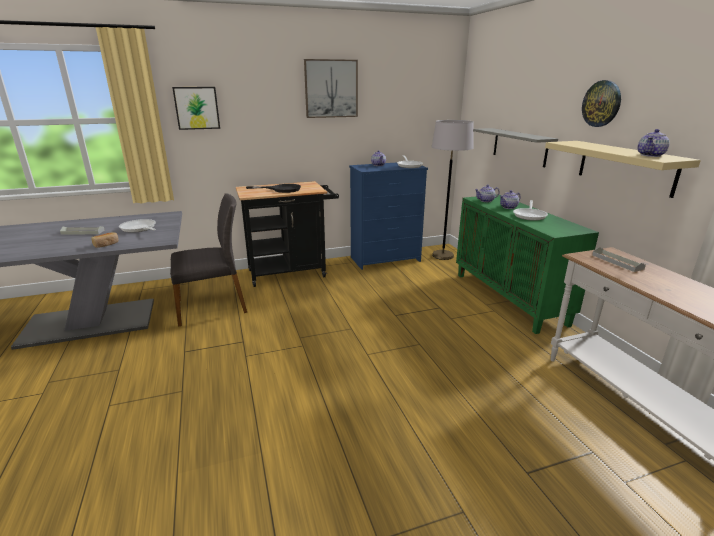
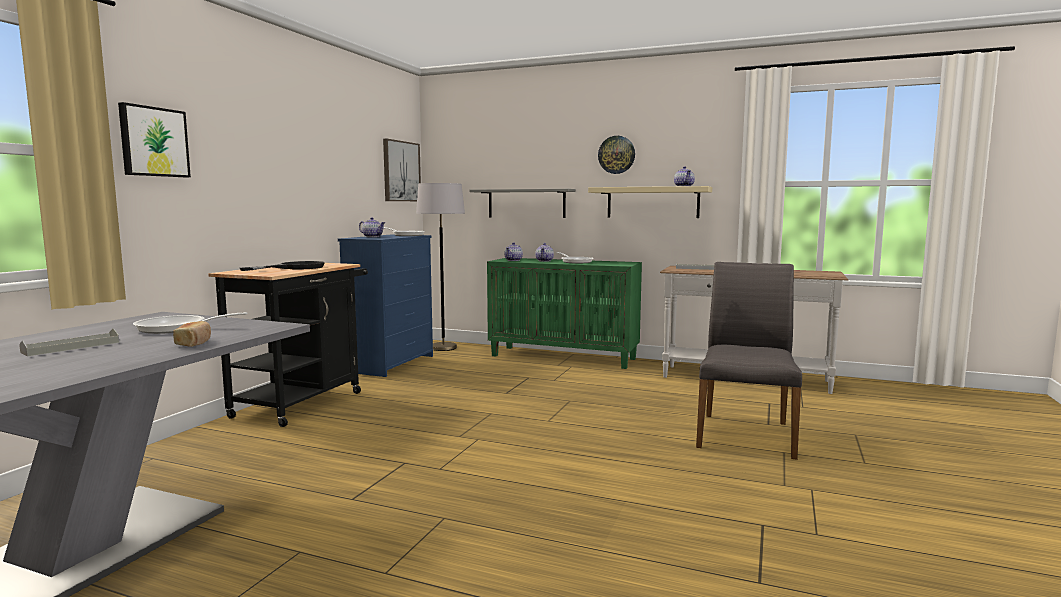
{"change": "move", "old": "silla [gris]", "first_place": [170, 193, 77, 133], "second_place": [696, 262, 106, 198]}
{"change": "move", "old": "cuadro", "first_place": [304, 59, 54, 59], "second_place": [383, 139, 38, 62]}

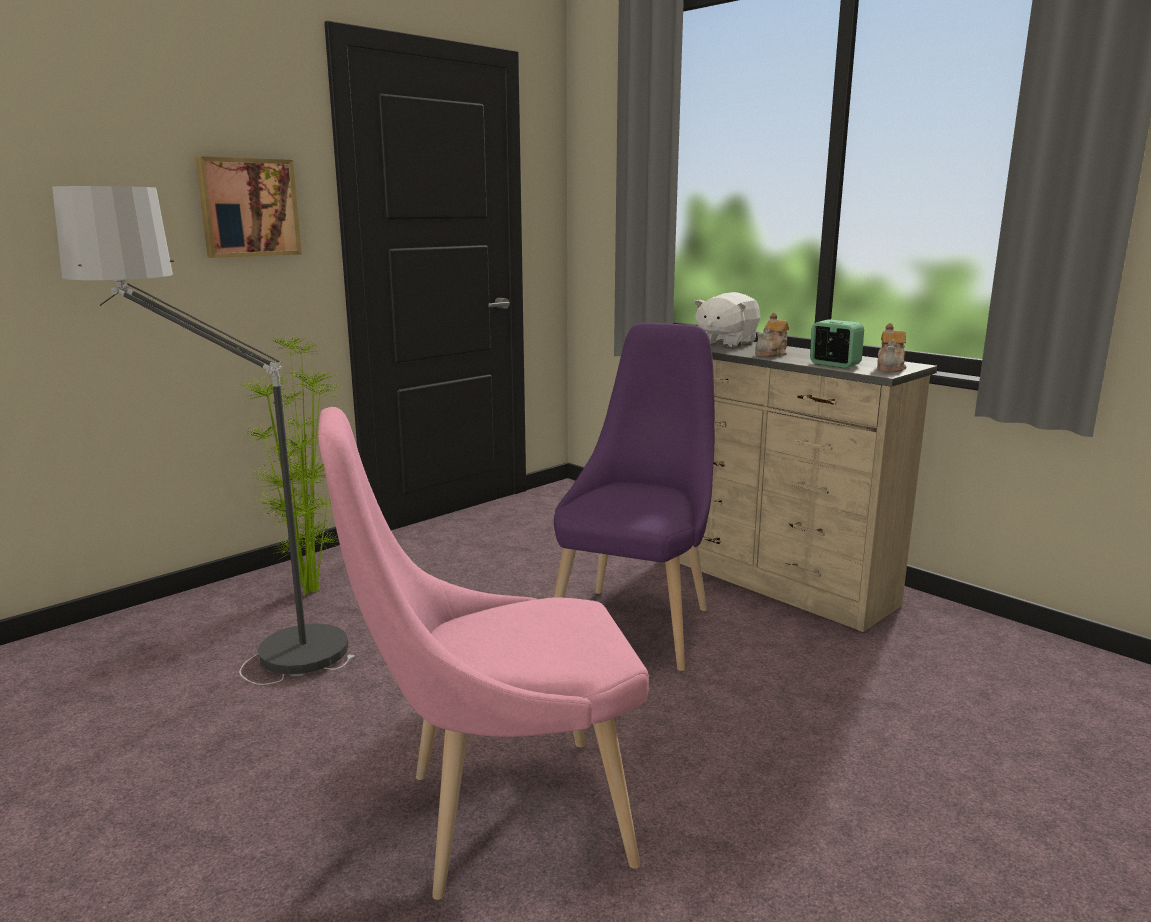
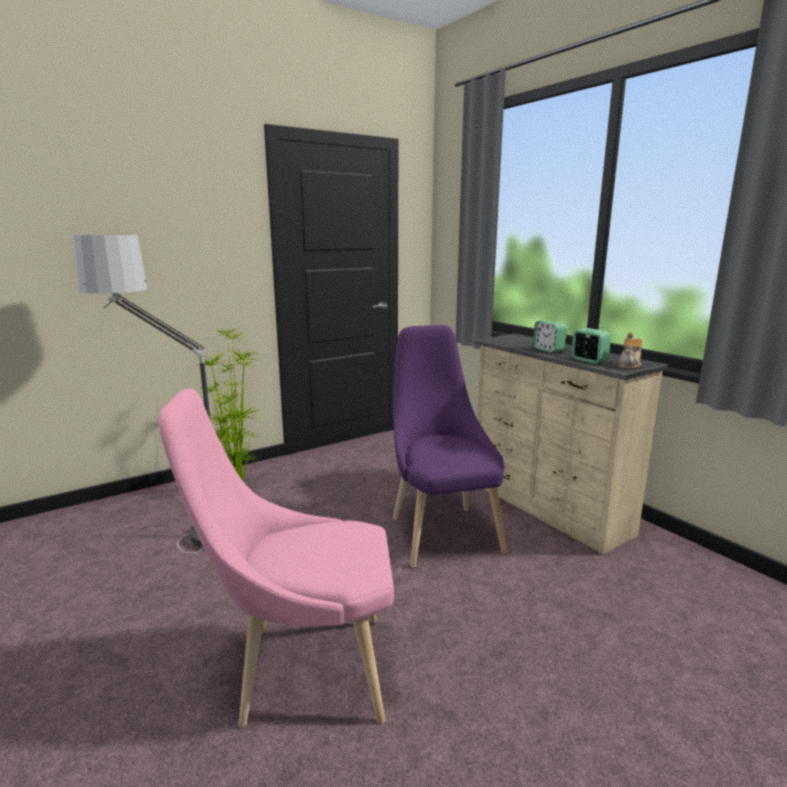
{"change": "delete", "old": "cuadro", "first_place": [195, 156, 107, 102]}
{"change": "delete", "old": "peluche [blanco]", "first_place": [694, 292, 66, 55]}
{"change": "replace", "old": "tetera", "new": "despertador", "first_place": [755, 313, 34, 44], "second_place": [533, 320, 34, 33]}
{"change": "rotate", "old": "silla [morado]", "first_place": [554, 323, 161, 348], "second_place": [393, 325, 114, 243], "degrees": -45}

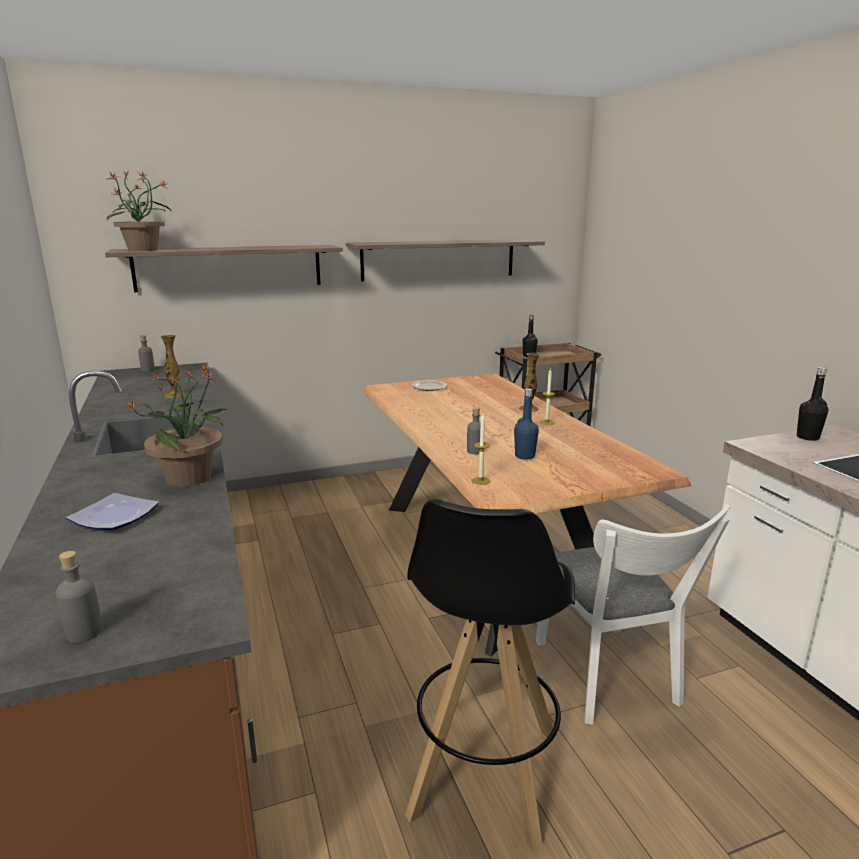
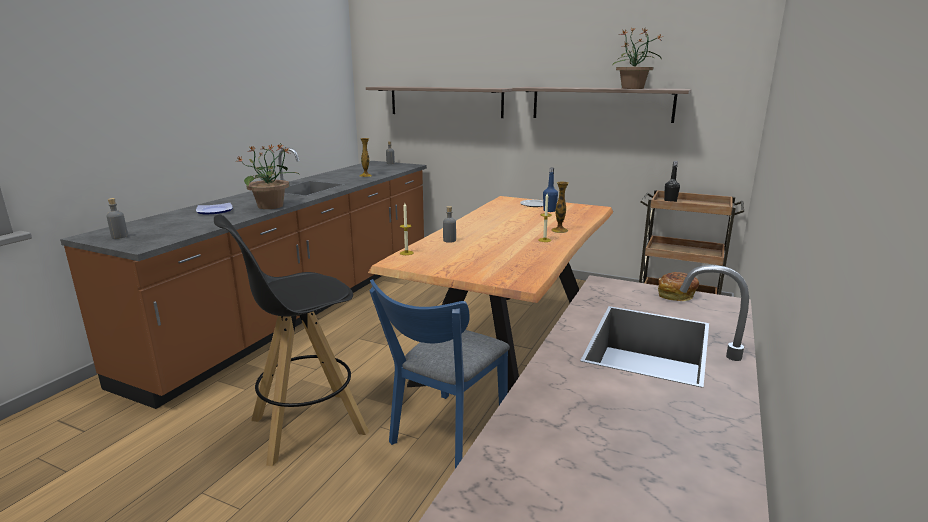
{"change": "move", "old": "planta en maceta", "first_place": [107, 170, 65, 81], "second_place": [612, 27, 50, 62]}
{"change": "move", "old": "botella [azul]", "first_place": [514, 388, 25, 72], "second_place": [543, 168, 15, 44]}
{"change": "replace", "old": "botella [negro]", "new": "pan", "first_place": [797, 367, 31, 74], "second_place": [658, 272, 41, 29]}
{"change": "recolor", "old": "silla [blanco]", "new": "silla [azul]", "first_place": [536, 504, 194, 221], "second_place": [369, 279, 141, 190]}

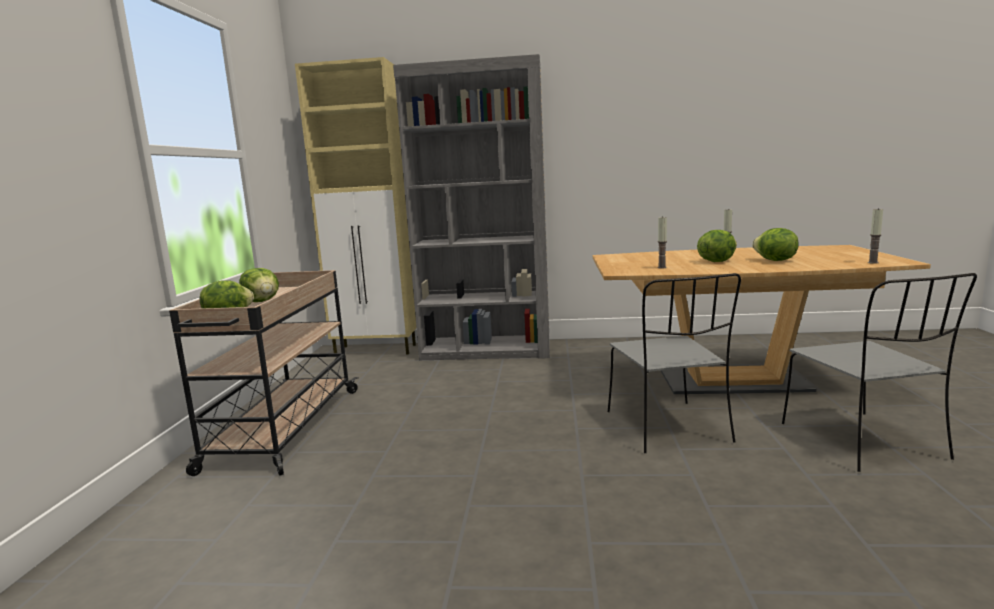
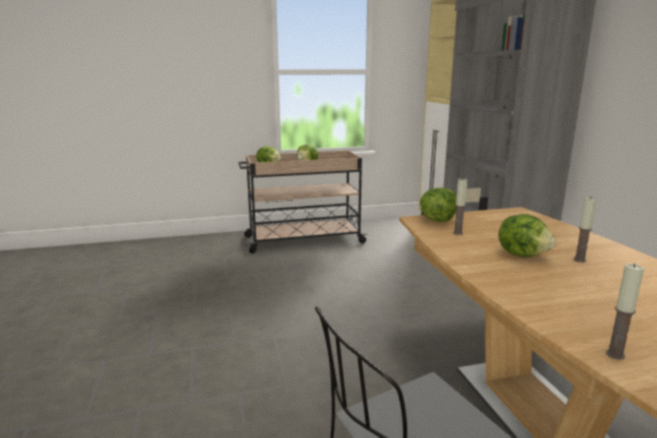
{"change": "delete", "old": "silla [gris]", "first_place": [608, 273, 133, 180]}
{"change": "move", "old": "lechuga", "first_place": [752, 228, 47, 33], "second_place": [420, 188, 37, 34]}

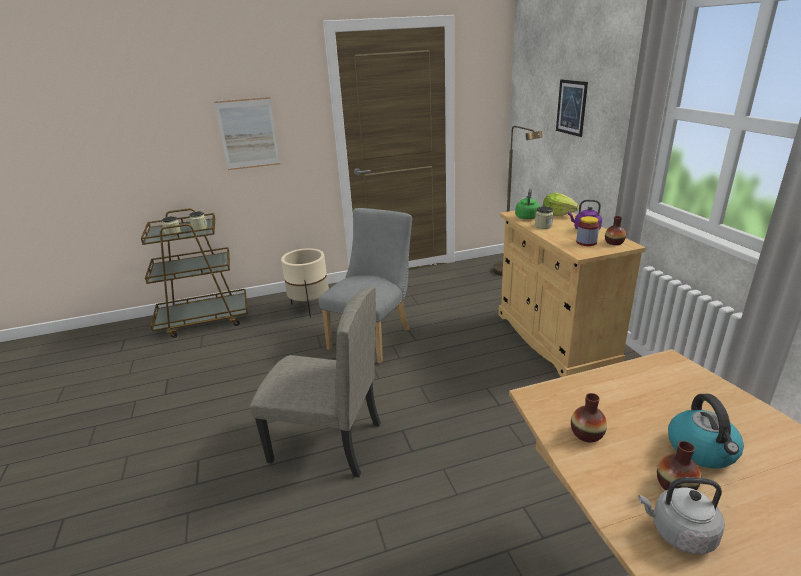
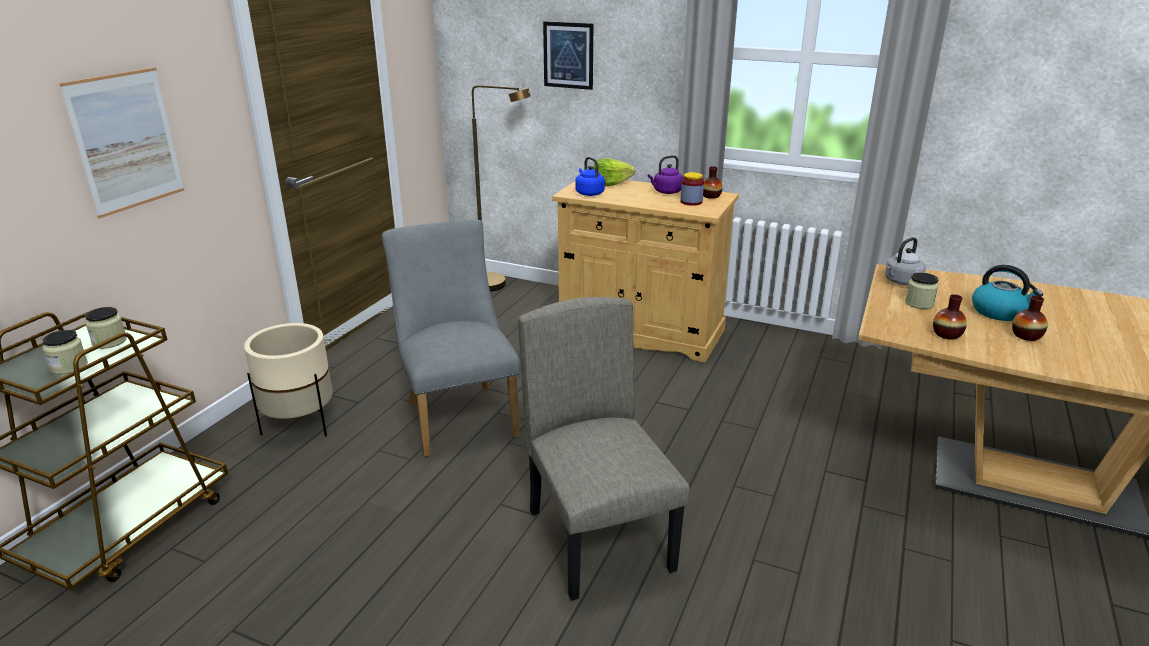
{"change": "move", "old": "tarro", "first_place": [535, 206, 19, 23], "second_place": [905, 273, 34, 36]}
{"change": "move", "old": "hervidor [gris]", "first_place": [638, 477, 87, 78], "second_place": [885, 237, 41, 48]}
{"change": "recolor", "old": "hervidor [verde]", "new": "hervidor [azul]", "first_place": [515, 188, 25, 31], "second_place": [575, 157, 30, 39]}
{"change": "rotate", "old": "silla [beis]", "first_place": [250, 286, 131, 191], "second_place": [518, 297, 172, 304], "degrees": -75}

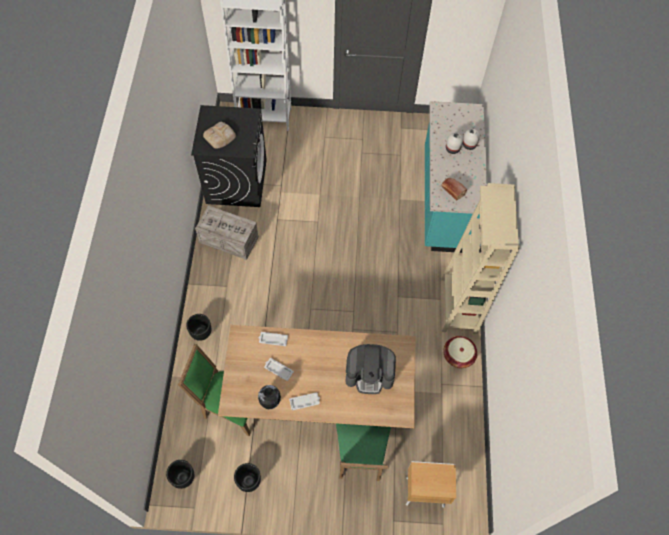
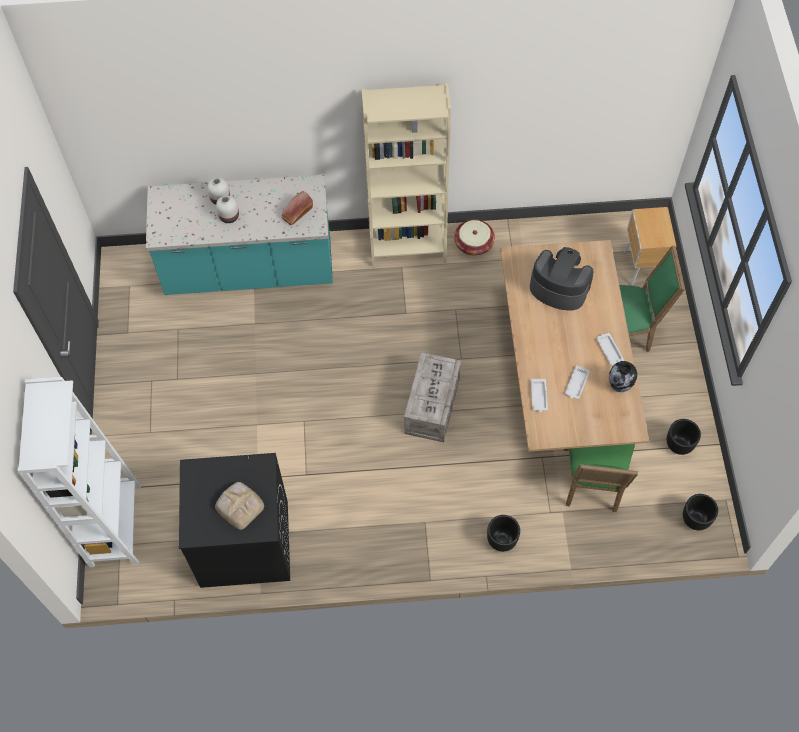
{"change": "move", "old": "caja de embalaje", "first_place": [195, 205, 64, 55], "second_place": [404, 352, 57, 90]}
{"change": "rotate", "old": "cafetera", "first_place": [345, 344, 51, 50], "second_place": [530, 247, 64, 64], "degrees": -60}

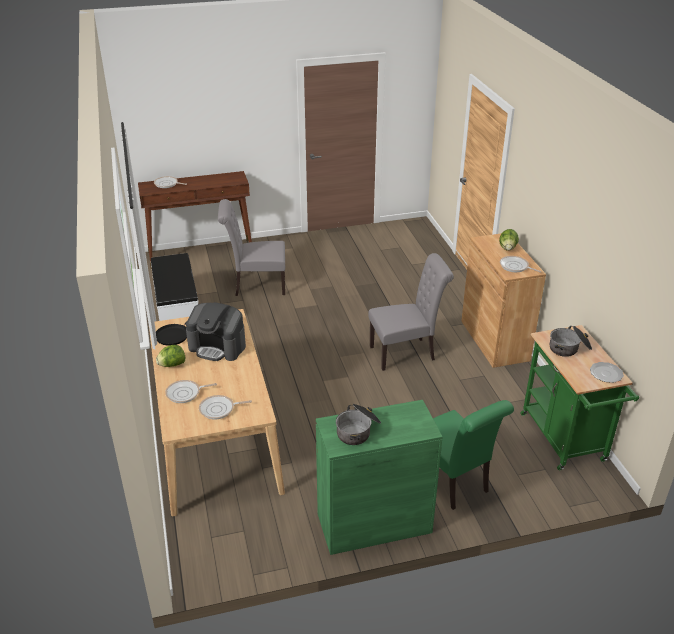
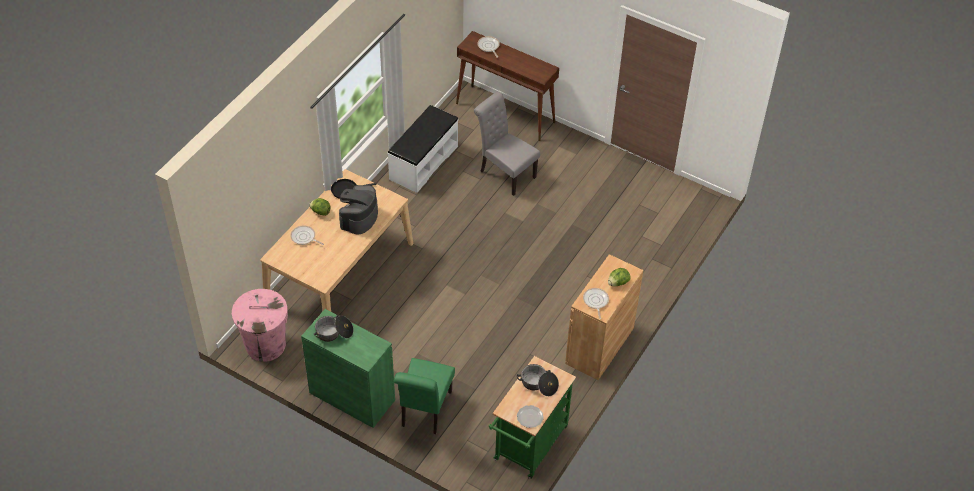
{"change": "delete", "old": "sartén", "first_place": [199, 395, 53, 25]}
{"change": "delete", "old": "silla [gris]", "first_place": [368, 253, 86, 118]}
{"change": "insert", "new": "papelera [rosa]", "second_place": [232, 289, 56, 73]}
{"change": "rotate", "old": "cafetera", "first_place": [186, 302, 60, 59], "second_place": [339, 185, 39, 49], "degrees": 45}

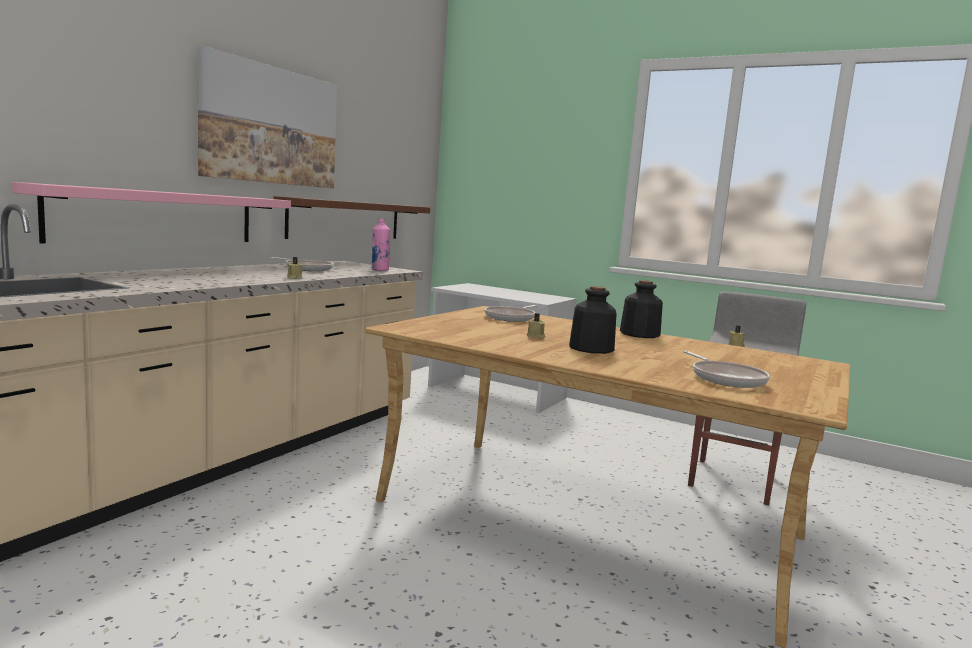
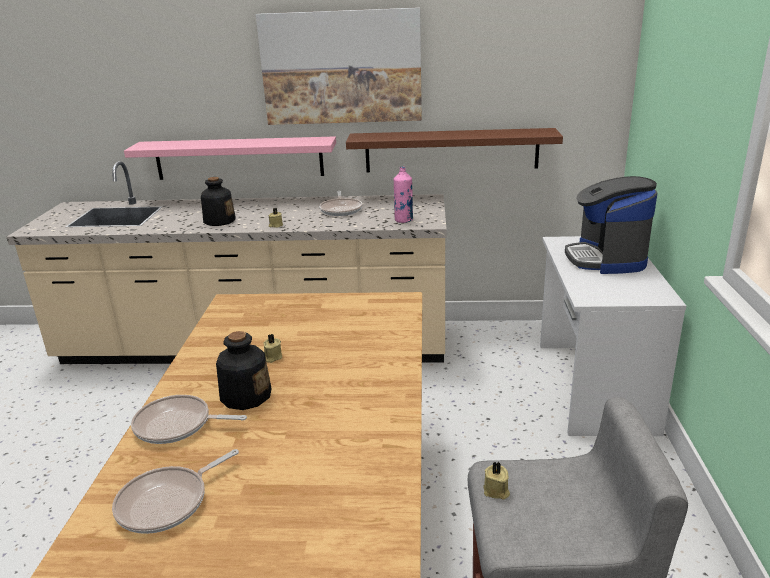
{"change": "insert", "new": "cafetera", "second_place": [565, 176, 92, 98]}
{"change": "move", "old": "sartén", "first_place": [484, 305, 53, 17], "second_place": [131, 395, 116, 49]}
{"change": "move", "old": "botella", "first_place": [620, 280, 43, 58], "second_place": [201, 177, 35, 49]}

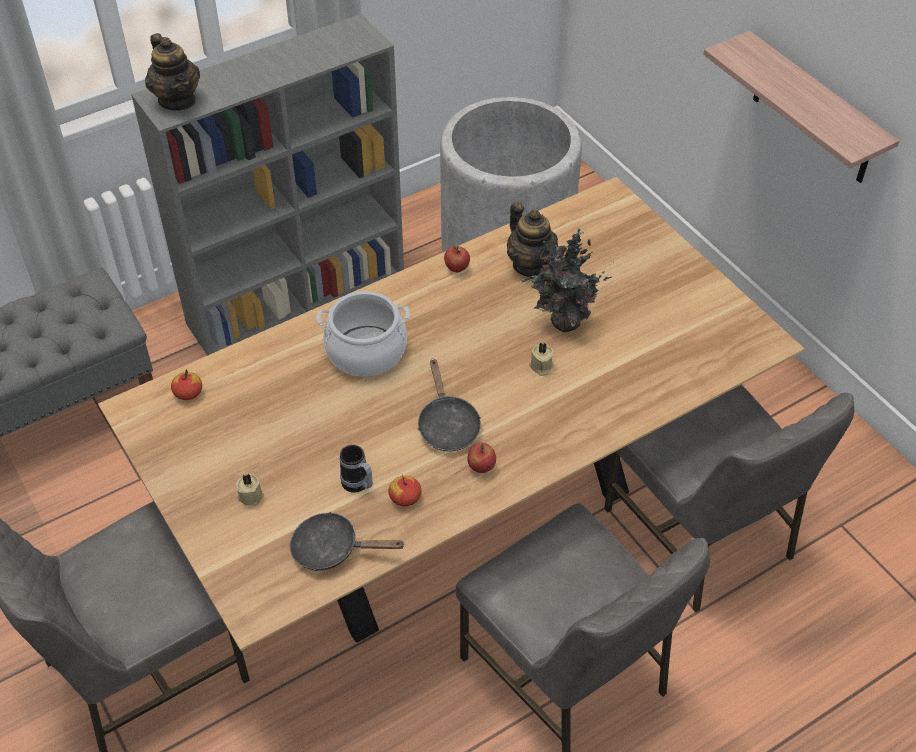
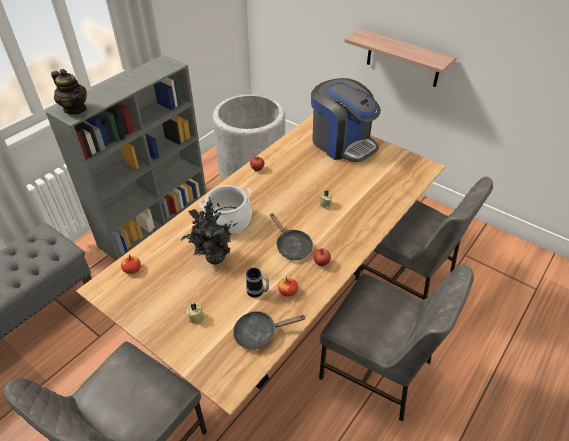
{"change": "delete", "old": "tetera", "first_place": [507, 202, 51, 74]}
{"change": "insert", "new": "cafetera", "second_place": [311, 78, 70, 84]}
{"change": "move", "old": "planta en maceta", "first_place": [521, 228, 93, 104], "second_place": [181, 197, 57, 68]}

